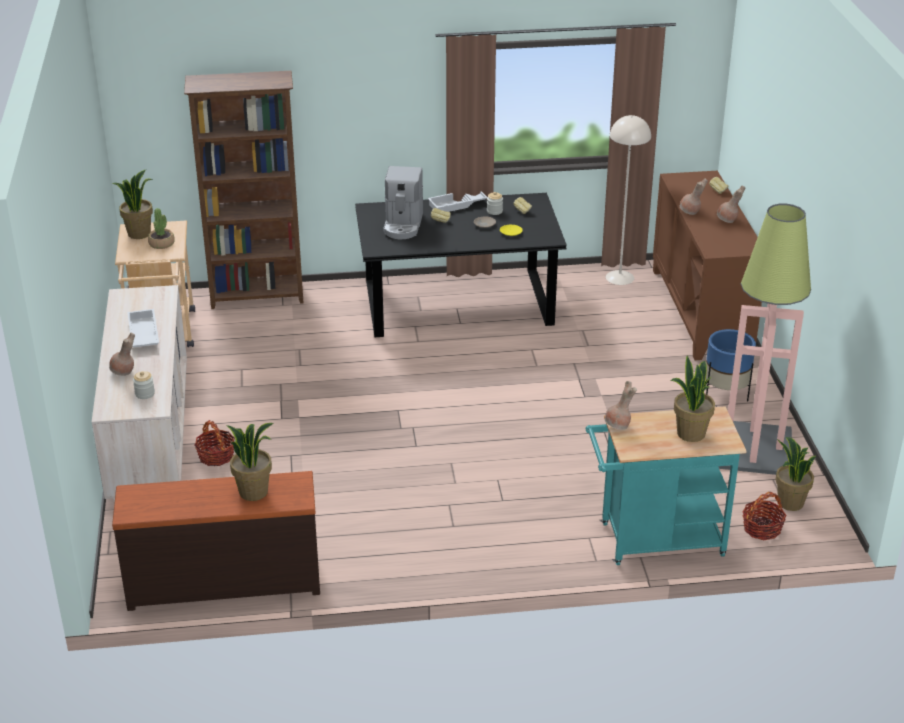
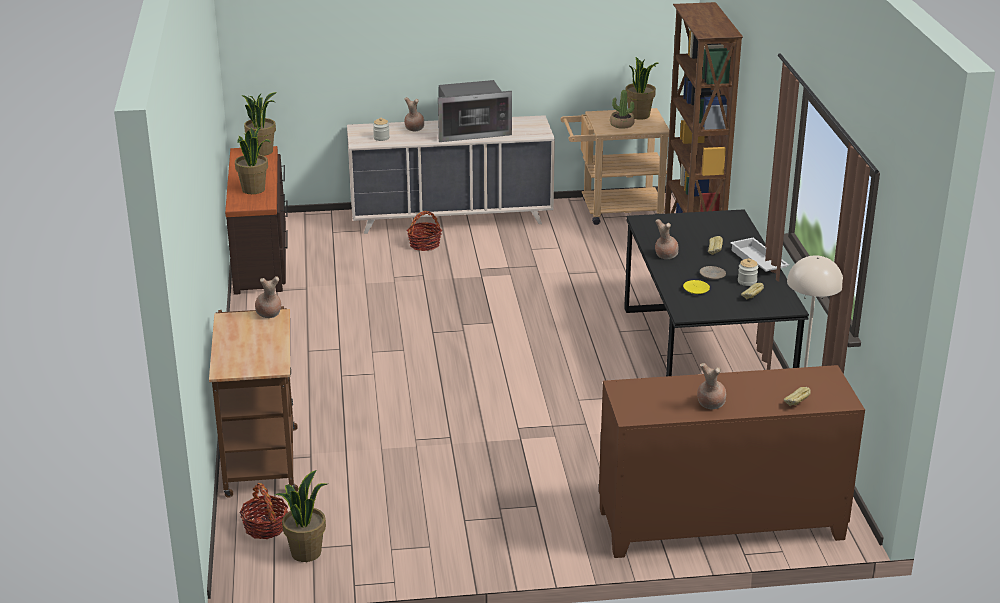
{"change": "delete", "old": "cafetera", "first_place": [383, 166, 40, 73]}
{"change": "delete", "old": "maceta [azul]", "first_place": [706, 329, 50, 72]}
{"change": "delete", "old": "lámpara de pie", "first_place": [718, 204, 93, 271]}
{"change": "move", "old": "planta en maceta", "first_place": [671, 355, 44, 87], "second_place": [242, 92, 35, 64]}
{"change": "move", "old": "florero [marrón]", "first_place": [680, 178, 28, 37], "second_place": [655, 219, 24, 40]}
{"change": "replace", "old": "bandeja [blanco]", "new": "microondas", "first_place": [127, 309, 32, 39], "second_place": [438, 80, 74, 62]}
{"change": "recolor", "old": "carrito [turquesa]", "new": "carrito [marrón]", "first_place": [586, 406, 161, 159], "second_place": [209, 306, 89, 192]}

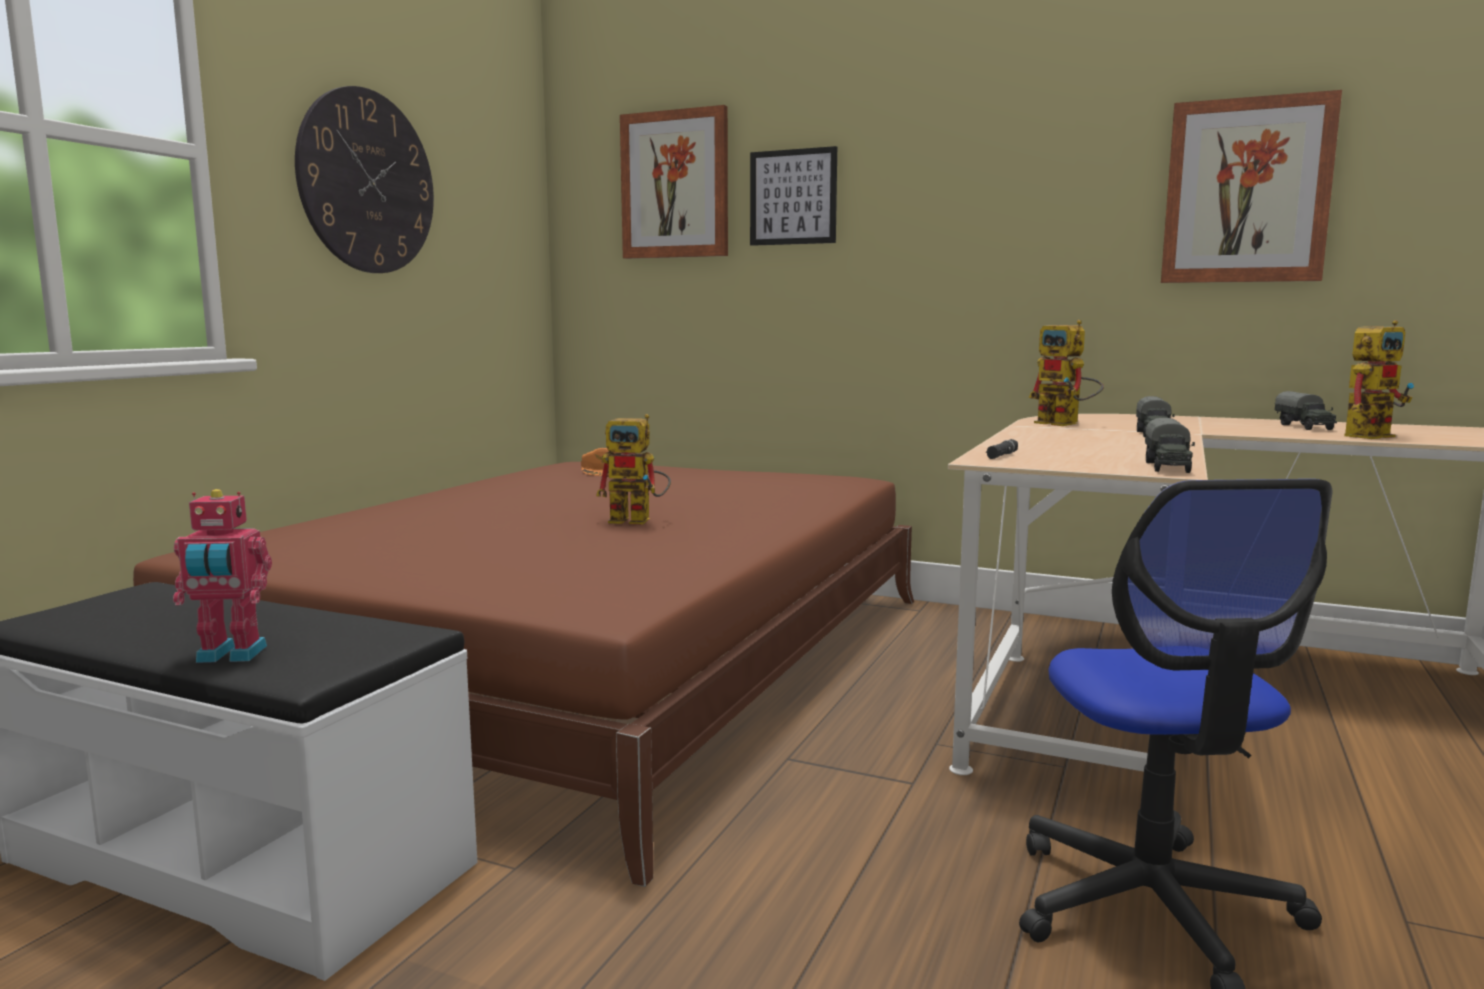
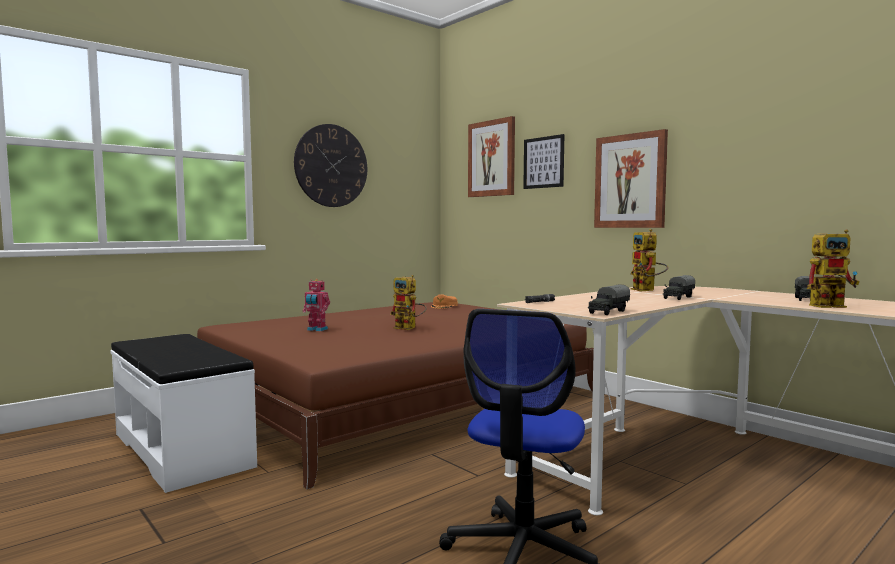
{"change": "move", "old": "robot de juguete", "first_place": [173, 489, 99, 174], "second_place": [303, 279, 27, 52]}
{"change": "move", "old": "cuadro", "first_place": [1161, 90, 181, 193], "second_place": [594, 129, 74, 99]}

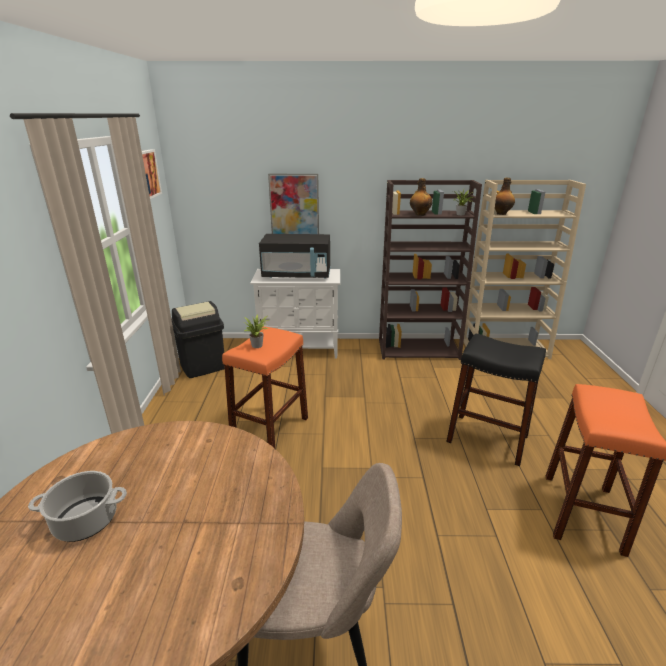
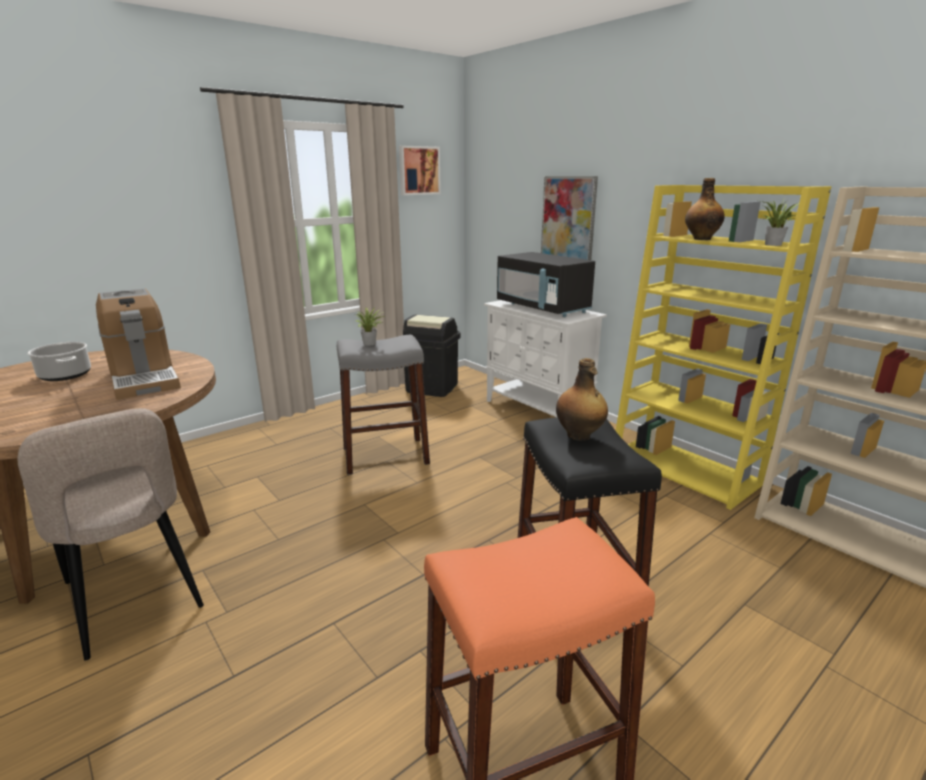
{"change": "insert", "new": "cafetera", "second_place": [96, 289, 85, 111]}
{"change": "move", "old": "botella", "first_place": [495, 178, 20, 37], "second_place": [556, 358, 52, 83]}
{"change": "recolor", "old": "taburete [naranja]", "new": "taburete [gris]", "first_place": [222, 326, 86, 122], "second_place": [337, 335, 93, 140]}
{"change": "recolor", "old": "estantería [marrón]", "new": "estantería [amarillo]", "first_place": [379, 180, 103, 180], "second_place": [616, 185, 215, 325]}

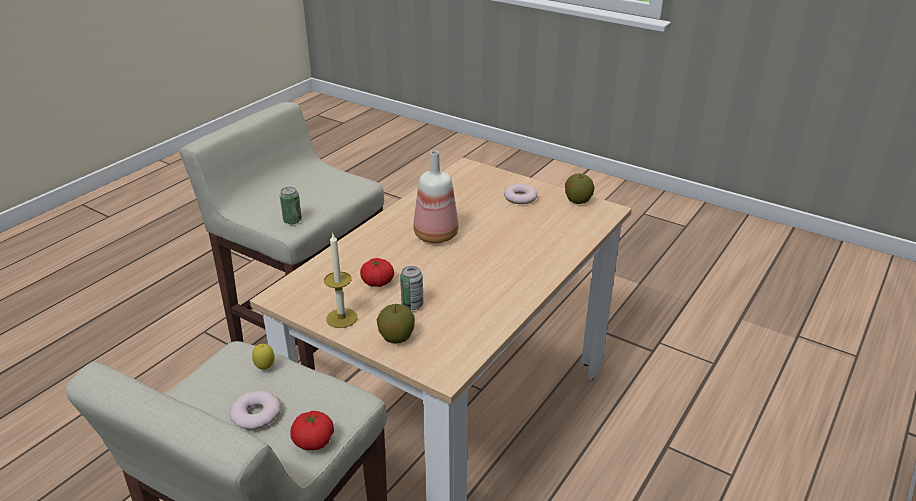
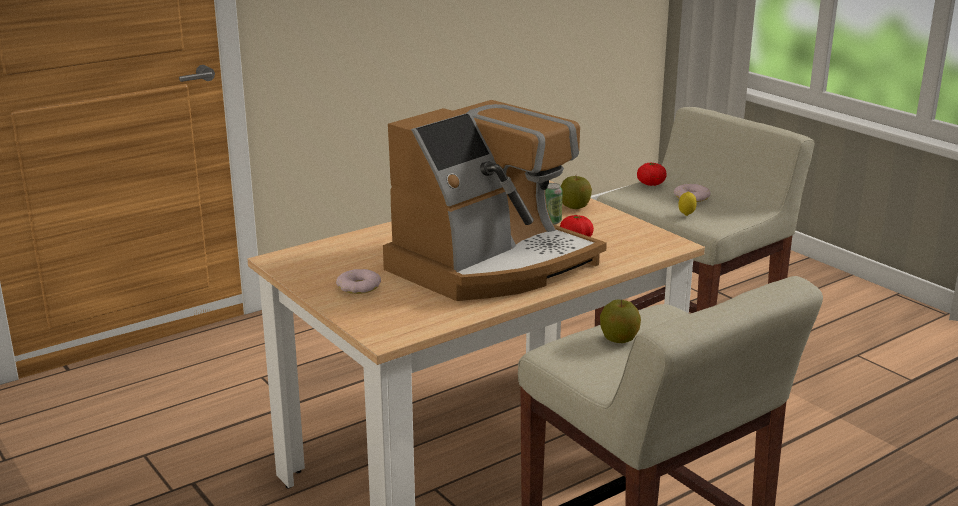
{"change": "delete", "old": "lata", "first_place": [280, 187, 22, 37]}
{"change": "delete", "old": "vela", "first_place": [324, 234, 33, 94]}
{"change": "move", "old": "manzana", "first_place": [565, 173, 30, 31], "second_place": [600, 299, 41, 44]}
{"change": "replace", "old": "botella", "new": "cafetera", "first_place": [413, 151, 46, 92], "second_place": [383, 100, 224, 201]}

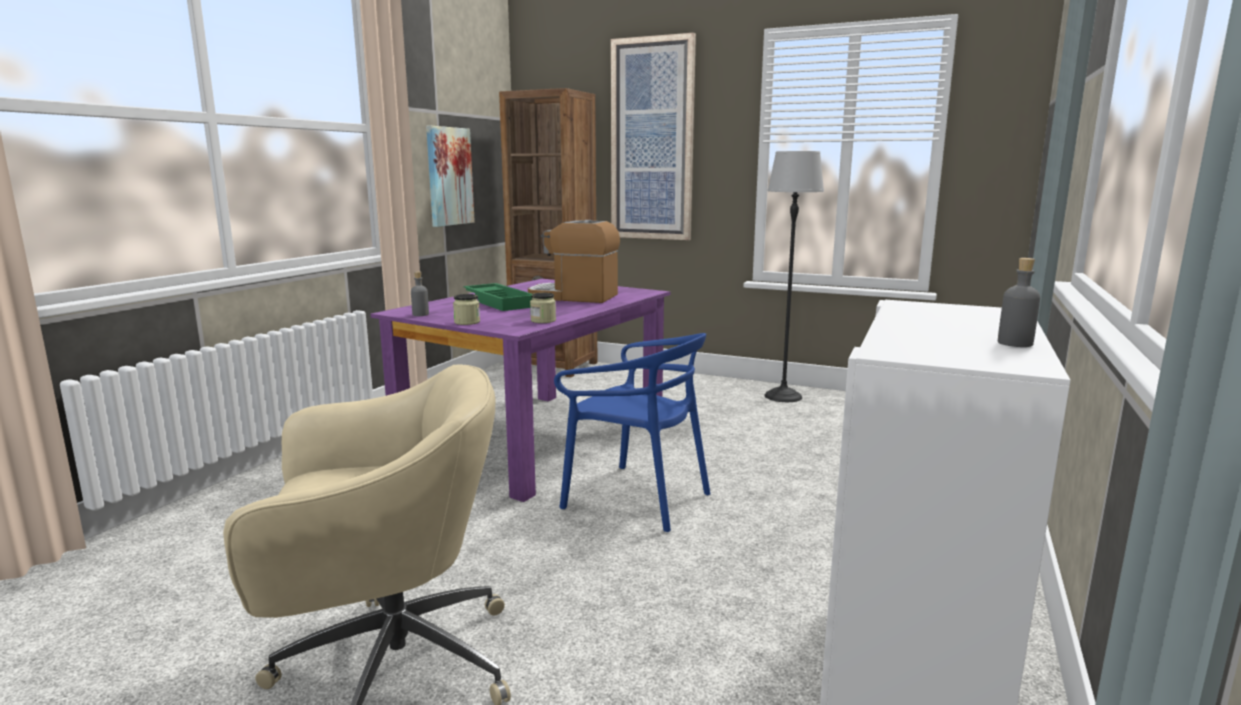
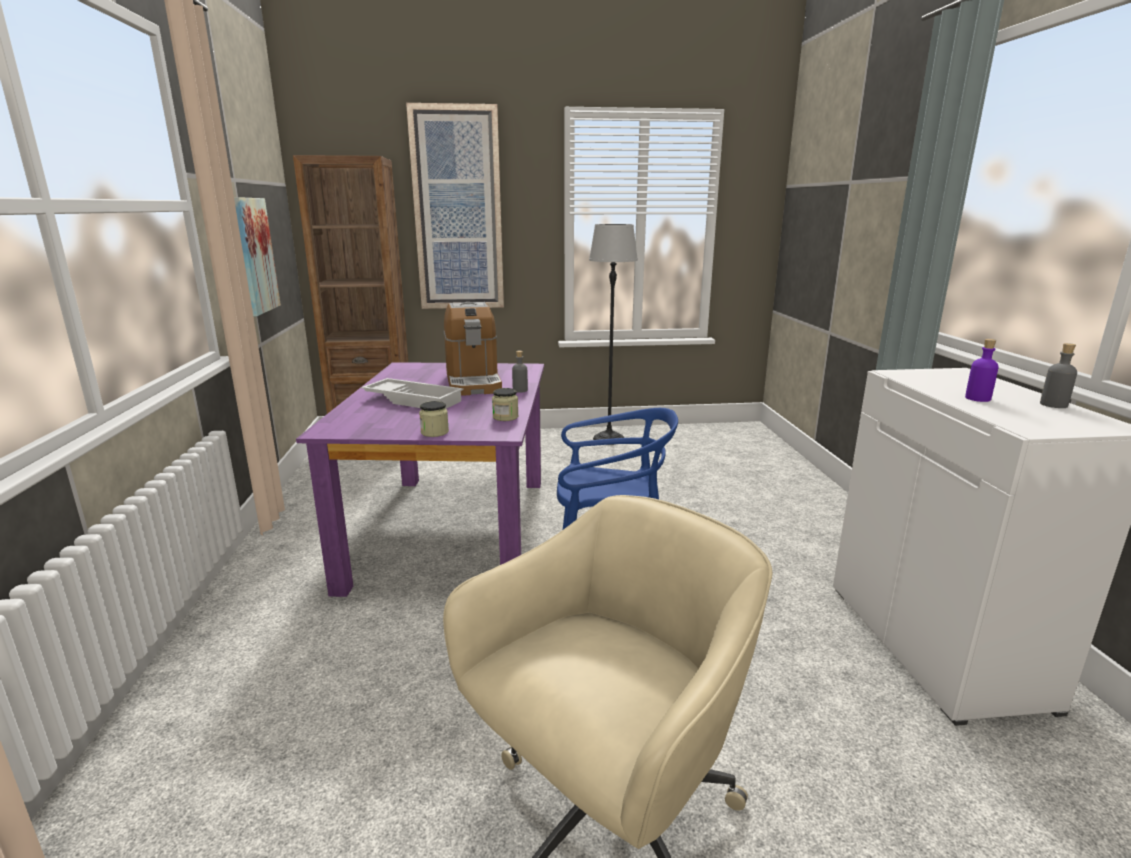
{"change": "insert", "new": "botella [morado]", "second_place": [965, 339, 34, 63]}
{"change": "move", "old": "botella [gris]", "first_place": [411, 271, 18, 45], "second_place": [512, 351, 16, 42]}
{"change": "recolor", "old": "bandeja [verde]", "new": "bandeja [blanco]", "first_place": [463, 283, 69, 28], "second_place": [361, 378, 103, 30]}
{"change": "rotate", "old": "cafetera", "first_place": [528, 220, 92, 83], "second_place": [444, 302, 58, 94], "degrees": -90}

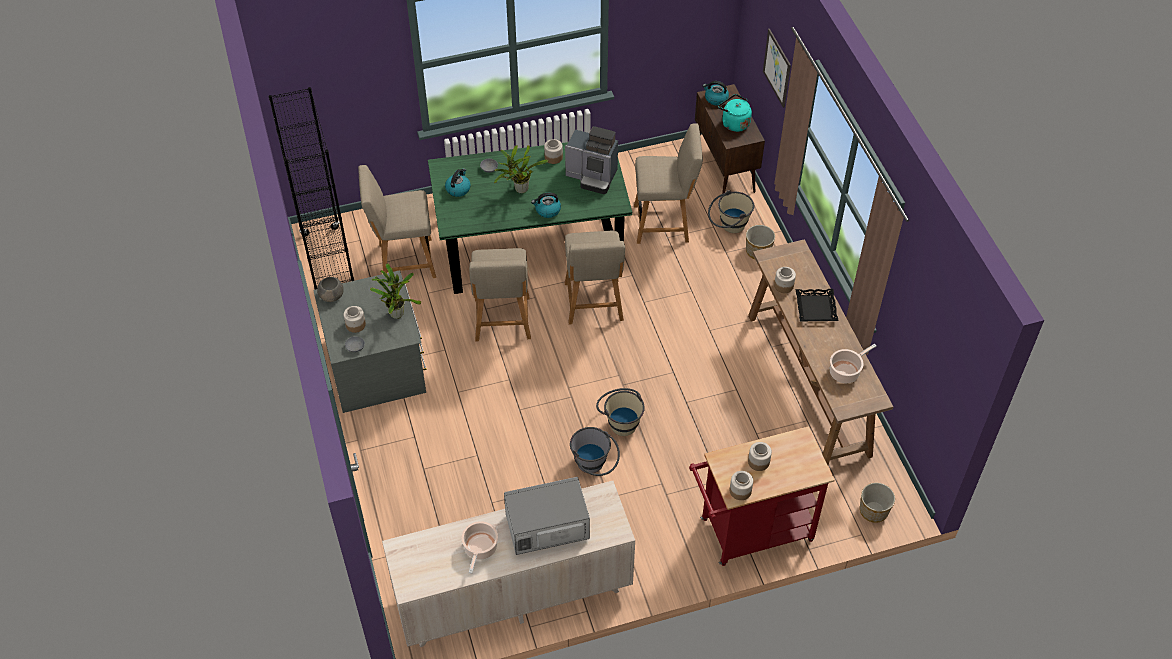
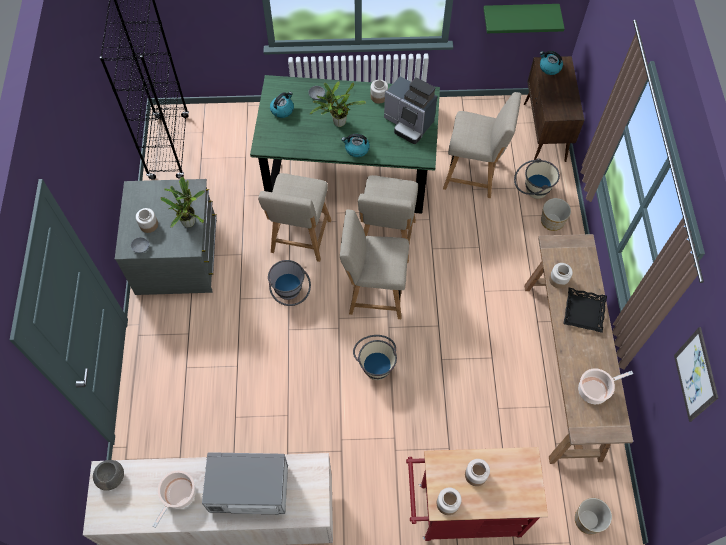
{"change": "delete", "old": "hervidor [turquesa]", "first_place": [718, 94, 34, 38]}
{"change": "insert", "new": "estante [verde]", "second_place": [483, 4, 82, 29]}
{"change": "move", "old": "cuenco [gris]", "first_place": [317, 277, 27, 25], "second_place": [93, 460, 31, 31]}
{"change": "move", "old": "silla [beis]", "first_place": [358, 165, 78, 113], "second_place": [340, 209, 69, 110]}
{"change": "move", "old": "cubo [gris]", "first_place": [570, 427, 50, 49], "second_place": [268, 260, 43, 46]}
{"change": "move", "old": "cuadro", "first_place": [763, 29, 28, 79], "second_place": [674, 327, 44, 95]}

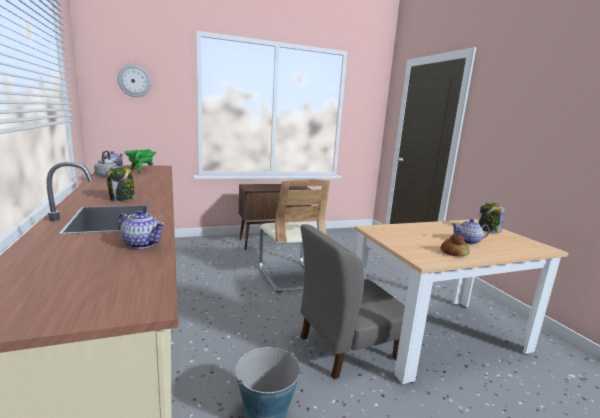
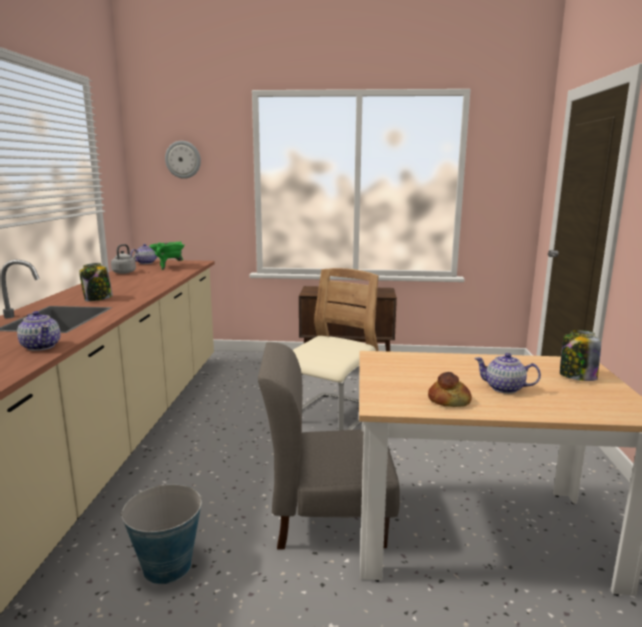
{"change": "rotate", "old": "silla [beis]", "first_place": [259, 179, 71, 114], "second_place": [293, 268, 86, 162], "degrees": -150}

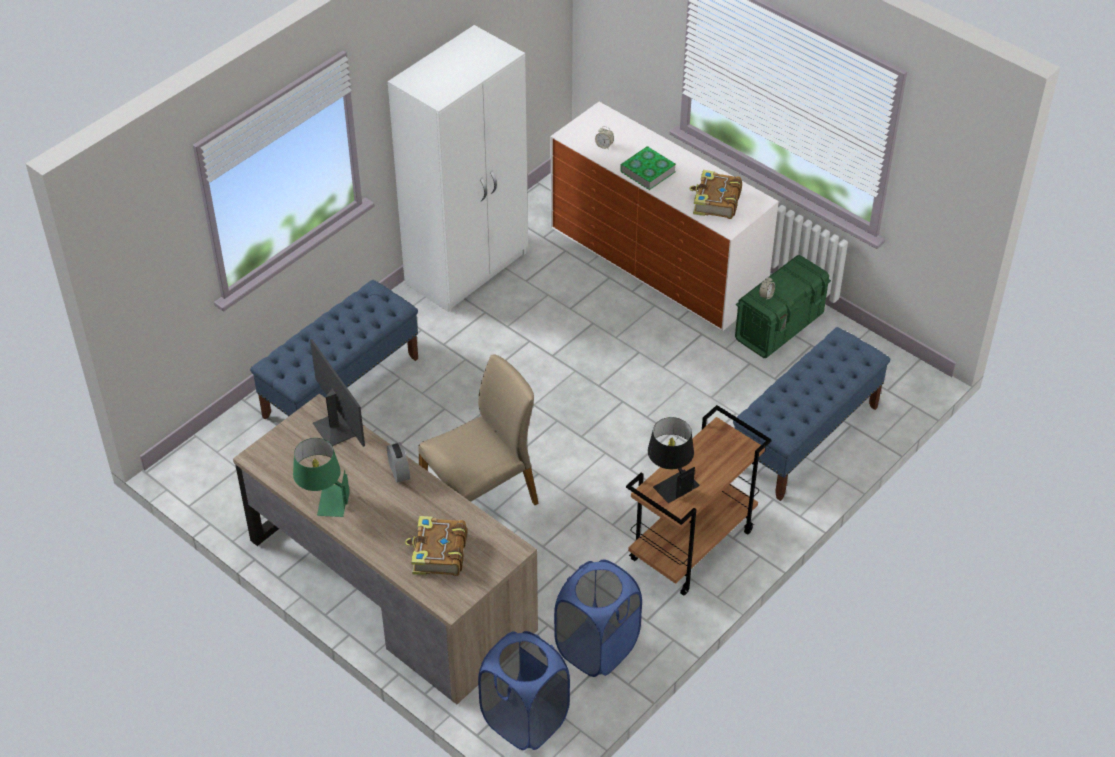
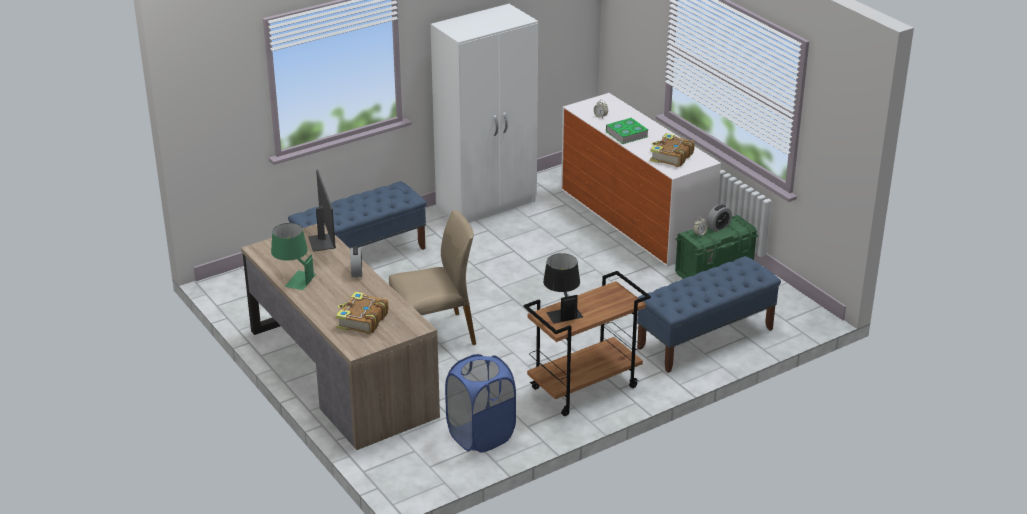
{"change": "delete", "old": "cesto de la ropa [azul]", "first_place": [478, 631, 92, 119]}
{"change": "insert", "new": "despertador", "second_place": [707, 205, 25, 27]}

